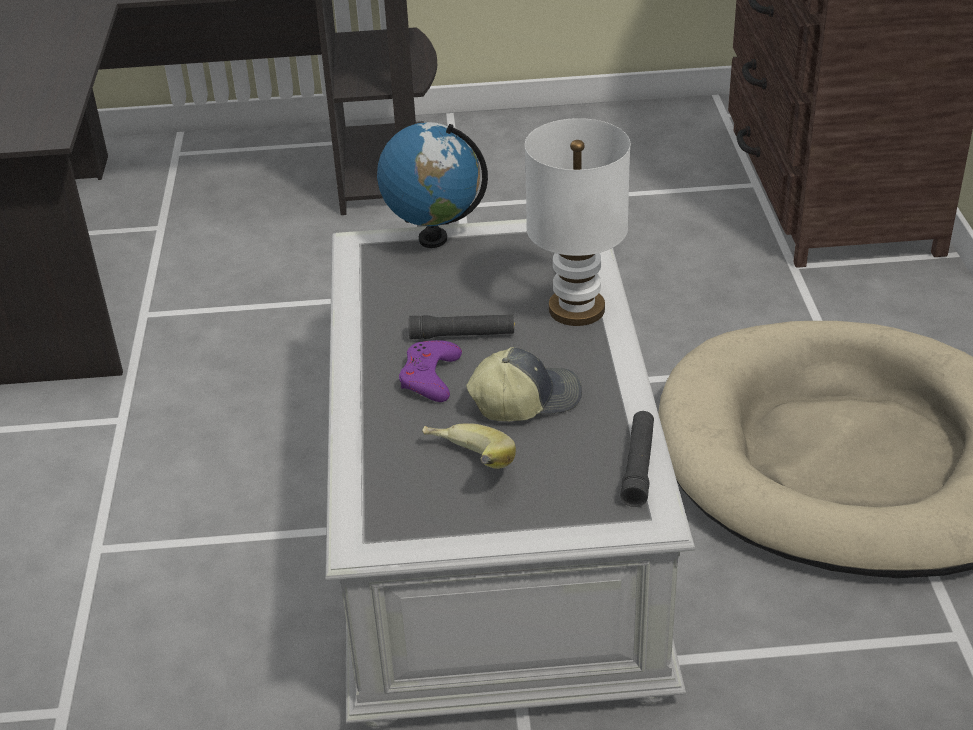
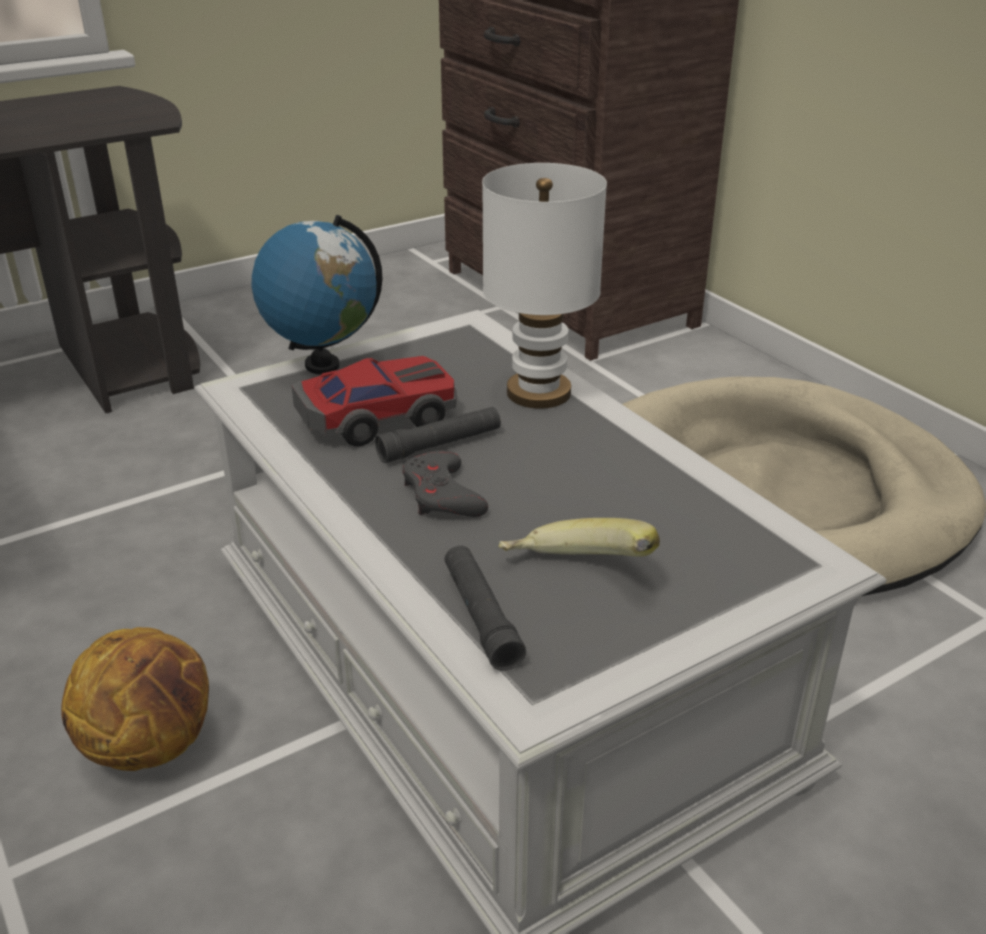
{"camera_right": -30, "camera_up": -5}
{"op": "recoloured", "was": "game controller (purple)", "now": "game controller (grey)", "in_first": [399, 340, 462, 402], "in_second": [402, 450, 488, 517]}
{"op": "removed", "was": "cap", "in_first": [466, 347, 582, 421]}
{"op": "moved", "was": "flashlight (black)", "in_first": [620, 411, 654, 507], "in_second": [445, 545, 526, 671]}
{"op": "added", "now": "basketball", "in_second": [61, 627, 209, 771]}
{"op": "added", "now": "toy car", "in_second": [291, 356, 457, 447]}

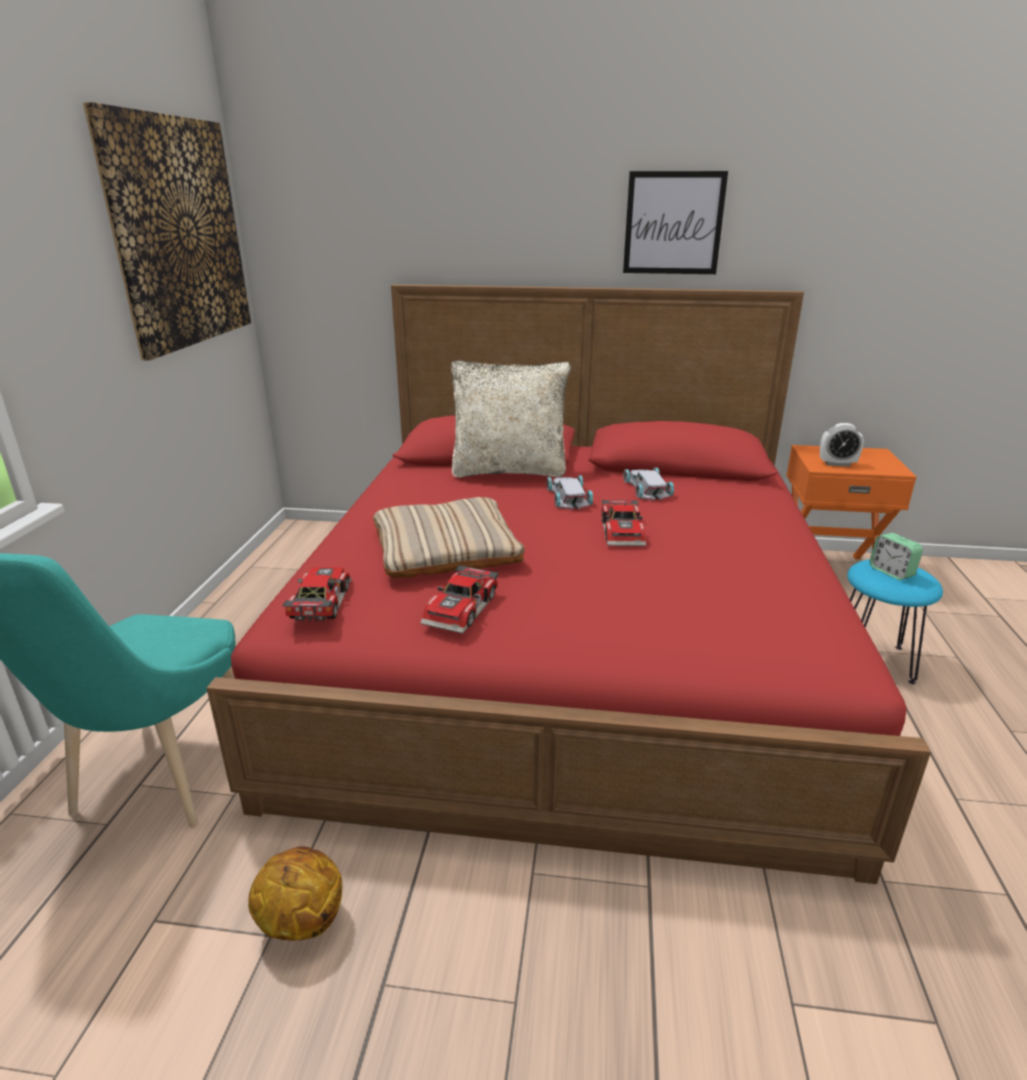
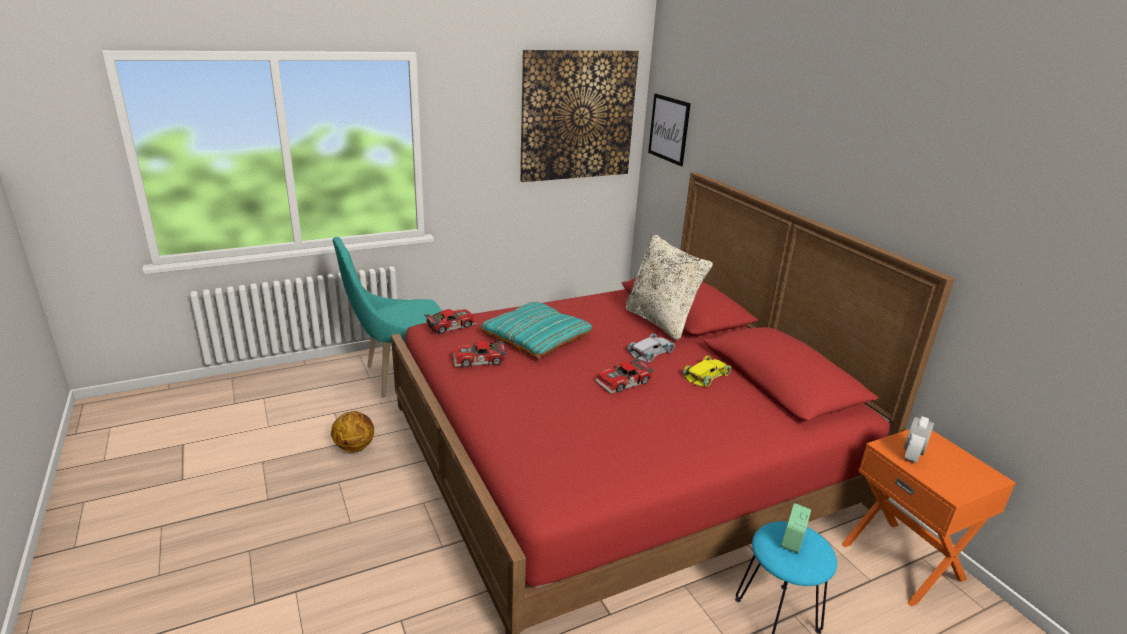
{"camera_right": 55, "camera_up": 0}
{"op": "recoloured", "was": "pillow (beige)", "now": "pillow (turquoise)", "in_first": [373, 497, 525, 579], "in_second": [481, 302, 593, 360]}
{"op": "moved", "was": "picture", "in_first": [623, 171, 728, 274], "in_second": [648, 93, 691, 166]}
{"op": "recoloured", "was": "toy car (white)", "now": "toy car (yellow)", "in_first": [623, 468, 674, 500], "in_second": [683, 355, 731, 387]}
{"op": "turned", "was": "alarm clock", "in_first": [820, 423, 864, 466], "in_second": [904, 416, 934, 463], "clockwise": -120}

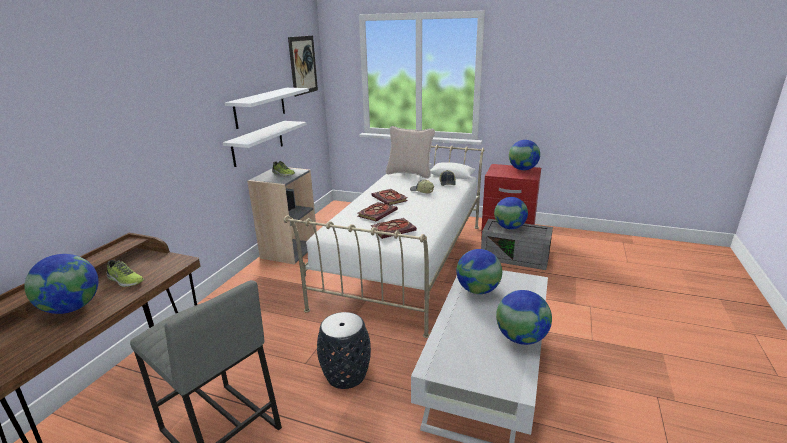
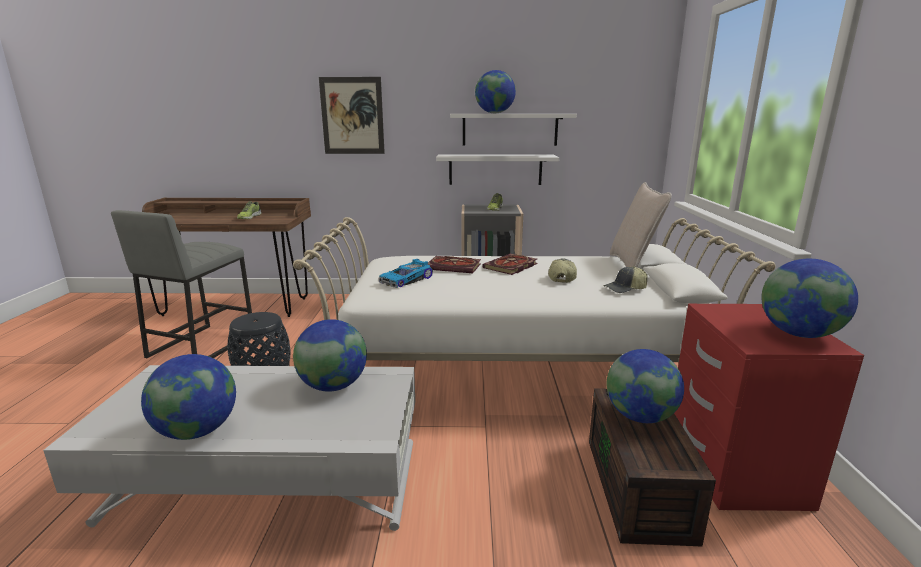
{"camera_right": 70, "camera_up": -5}
{"op": "moved", "was": "globe", "in_first": [24, 254, 98, 314], "in_second": [475, 70, 516, 113]}
{"op": "moved", "was": "picture", "in_first": [288, 36, 318, 97], "in_second": [319, 77, 385, 154]}
{"op": "replaced", "was": "book", "now": "toy car", "in_first": [371, 218, 417, 239], "in_second": [379, 259, 433, 288]}
{"op": "recoloured", "was": "storage box (grey)", "now": "storage box (brown)", "in_first": [481, 219, 553, 270], "in_second": [589, 388, 716, 546]}

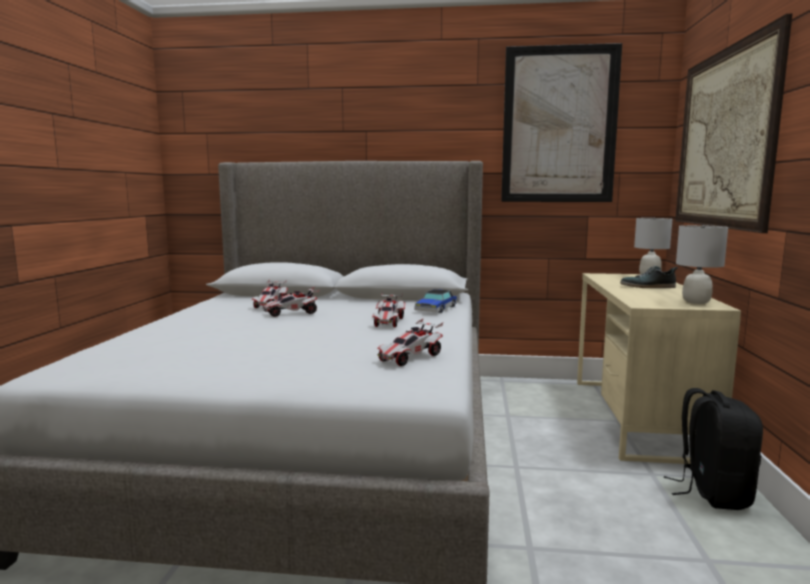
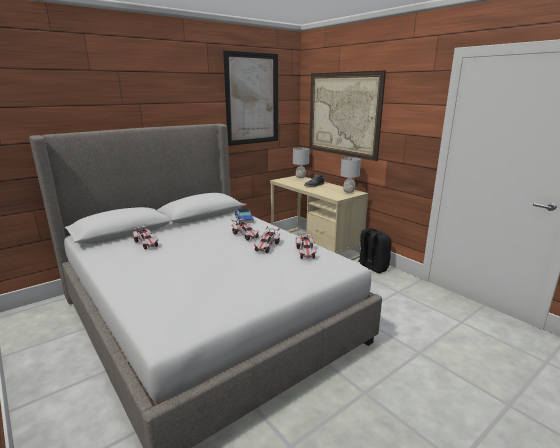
{"camera_right": -45, "camera_up": 10}
{"op": "moved", "was": "toy car", "in_first": [263, 287, 320, 317], "in_second": [254, 226, 280, 253]}

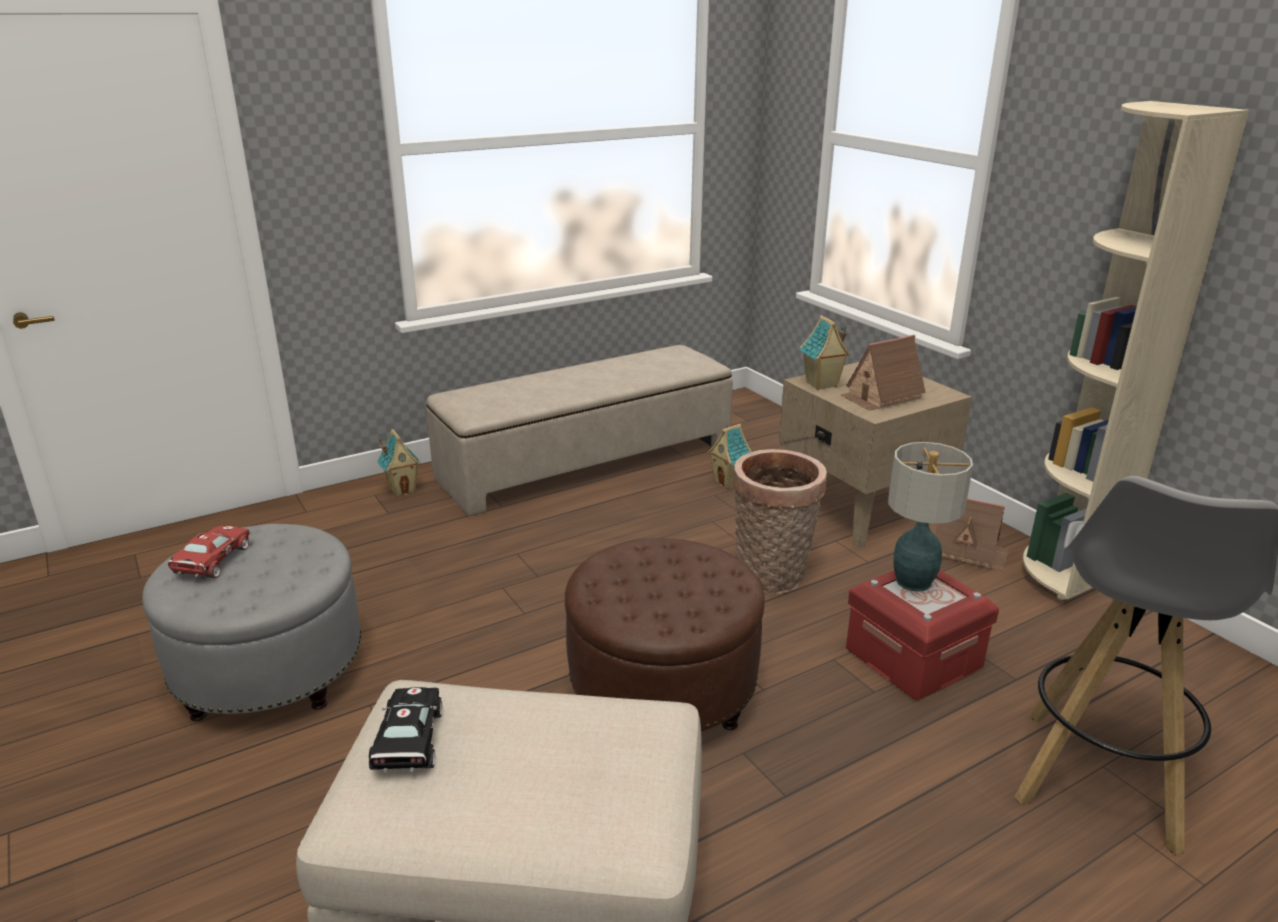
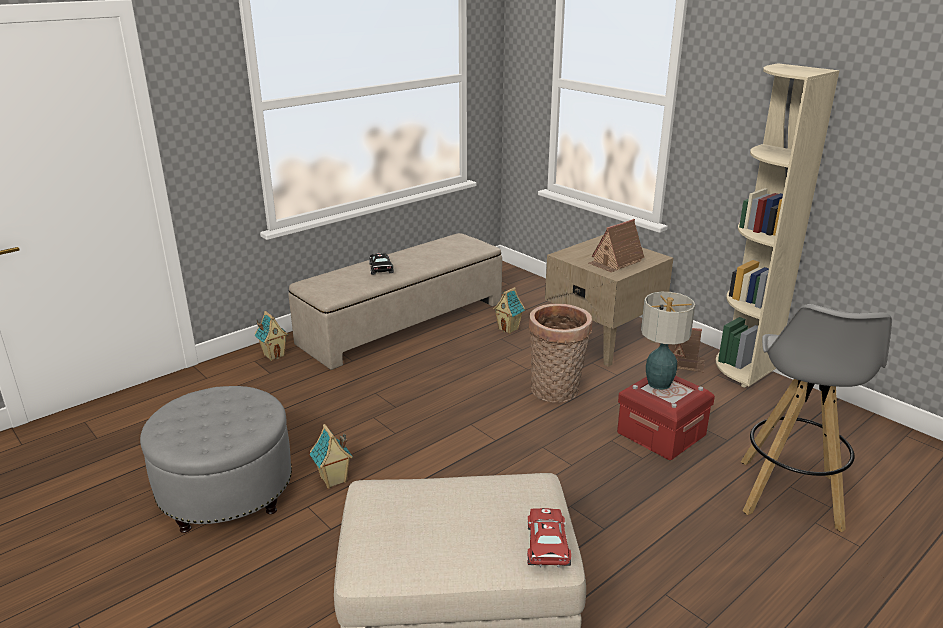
{"camera_right": -10, "camera_up": 0}
{"op": "moved", "was": "toy car (red)", "in_first": [168, 526, 250, 578], "in_second": [527, 508, 571, 568]}
{"op": "moved", "was": "toy car (black)", "in_first": [369, 687, 442, 773], "in_second": [369, 253, 394, 275]}
{"op": "removed", "was": "ottoman (brown)", "in_first": [565, 538, 765, 732]}
{"op": "moved", "was": "toy house", "in_first": [799, 315, 851, 390], "in_second": [310, 424, 353, 489]}

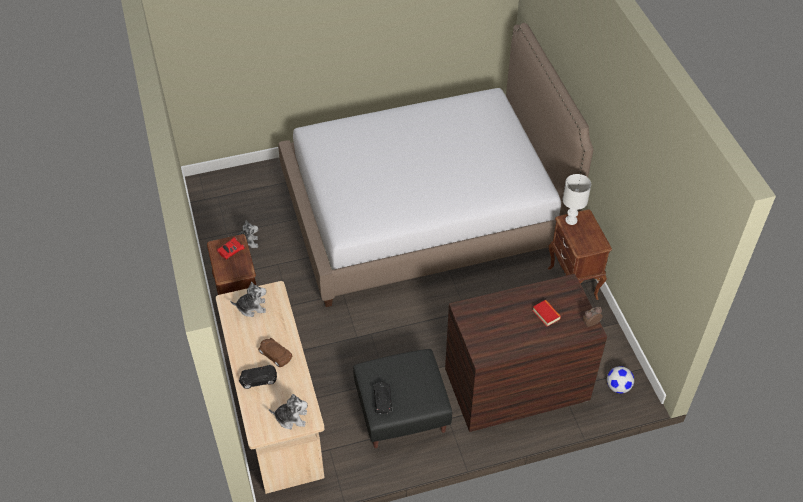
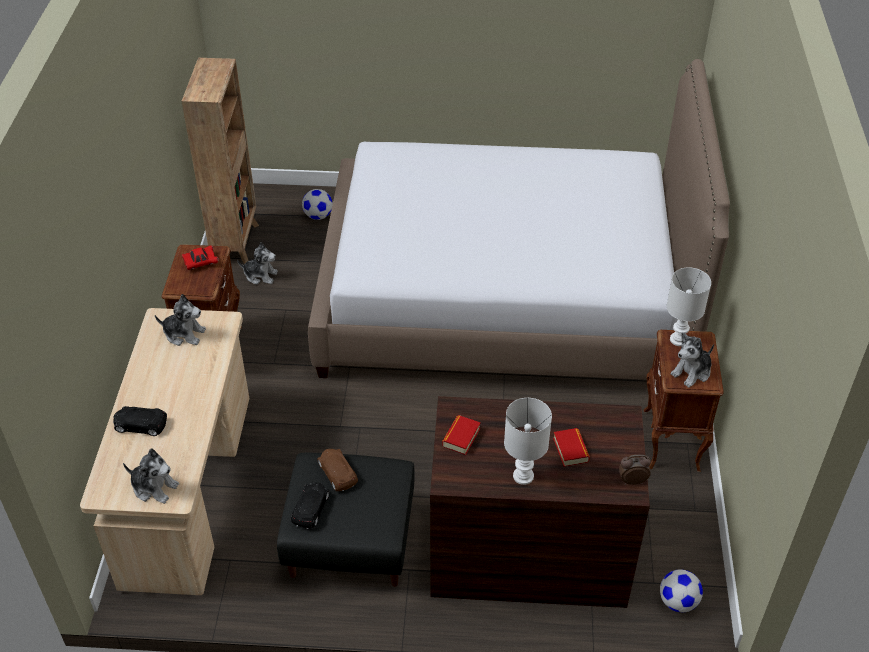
{"camera_right": 20, "camera_up": -5}
{"op": "moved", "was": "toy car (brown)", "in_first": [258, 338, 292, 367], "in_second": [317, 449, 358, 491]}
{"op": "added", "now": "bookcase (brown)", "in_second": [181, 58, 259, 263]}
{"op": "added", "now": "football", "in_second": [302, 189, 333, 220]}
{"op": "added", "now": "book", "in_second": [442, 415, 480, 455]}
{"op": "added", "now": "table lamp (white)", "in_second": [504, 398, 552, 485]}
{"op": "added", "now": "plush toy", "in_second": [671, 332, 714, 388]}

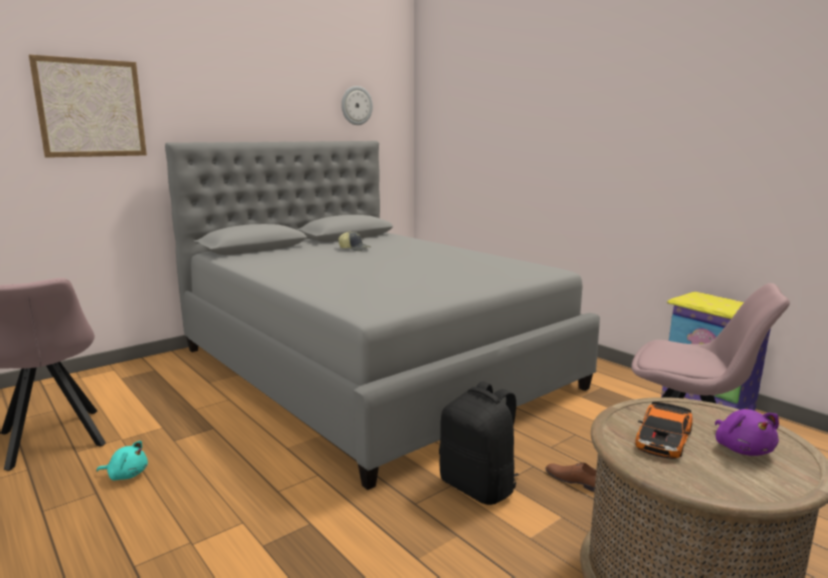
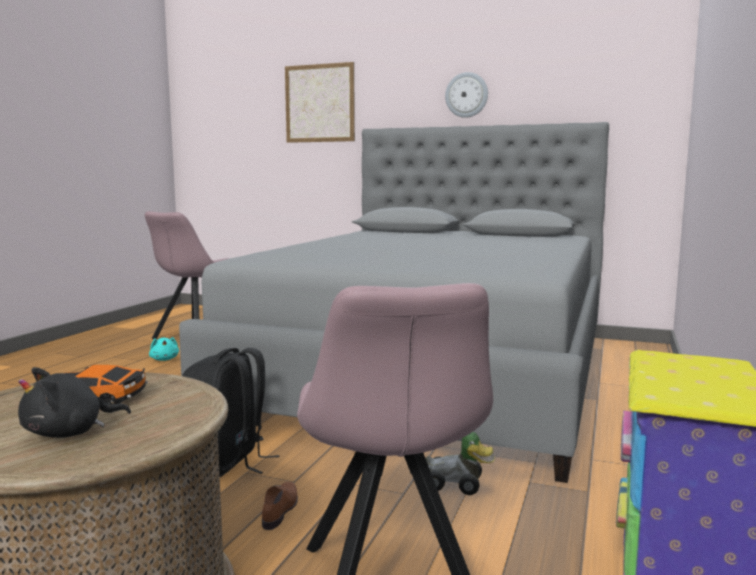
{"camera_right": 60, "camera_up": -5}
{"op": "removed", "was": "cap", "in_first": [338, 231, 371, 251]}
{"op": "moved", "was": "wall clock", "in_first": [341, 86, 373, 125], "in_second": [445, 72, 488, 118]}
{"op": "recoloured", "was": "plush toy (purple)", "now": "plush toy (black)", "in_first": [715, 409, 779, 456], "in_second": [18, 367, 131, 438]}
{"op": "added", "now": "toy car", "in_second": [426, 432, 495, 495]}

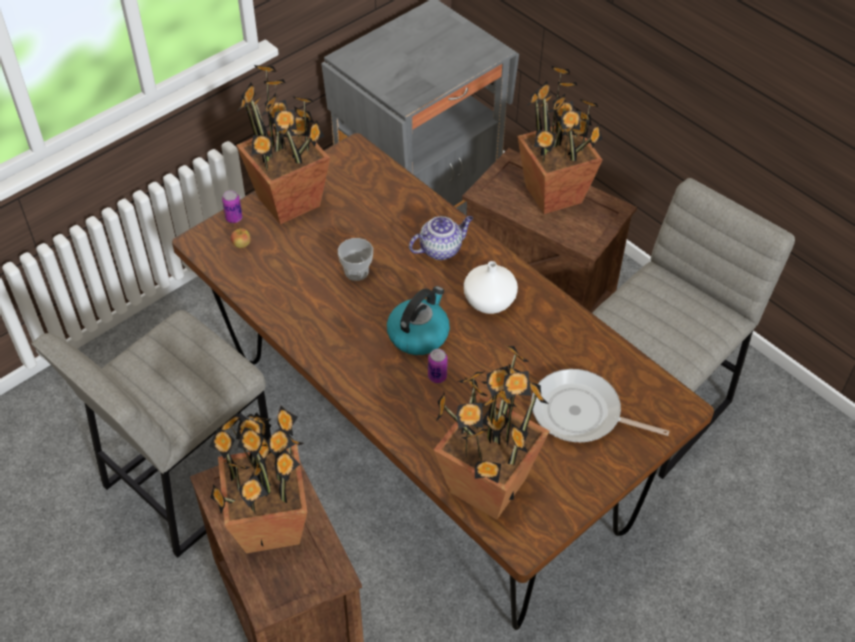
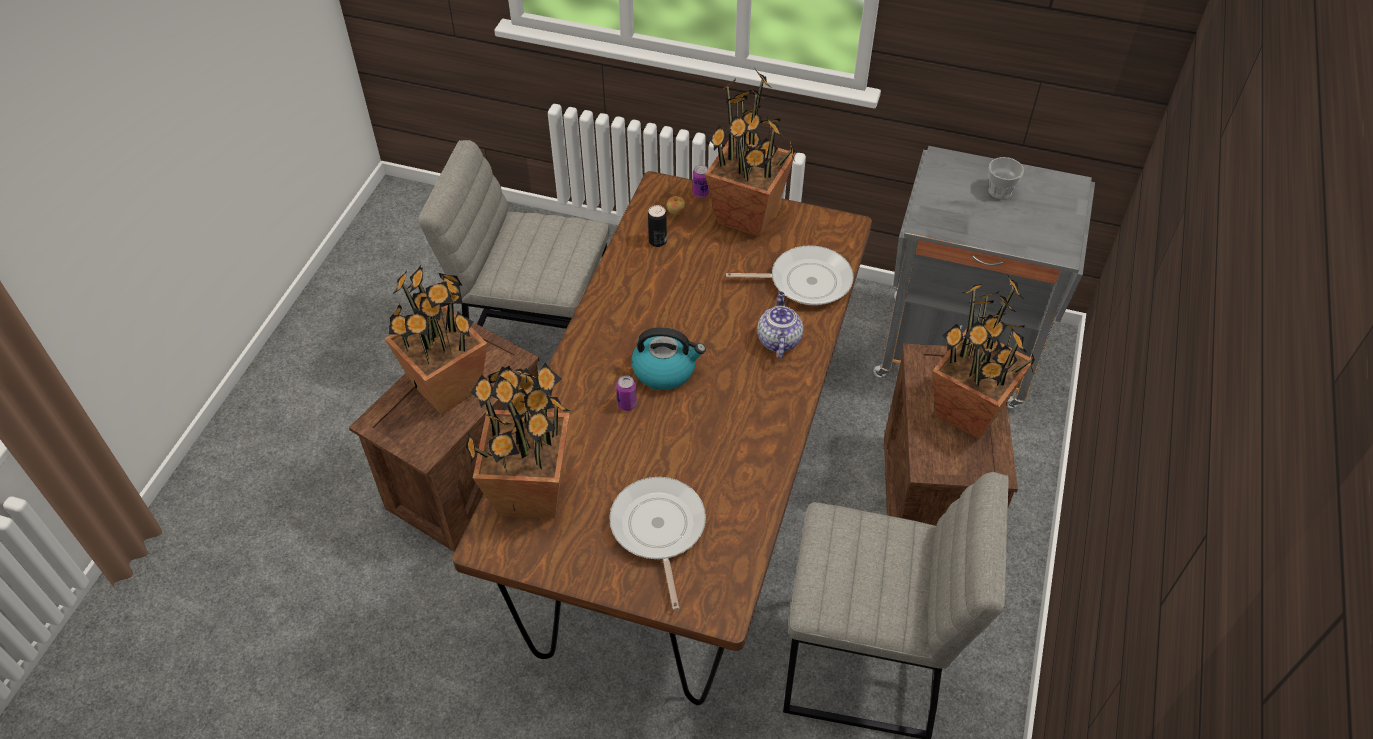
{"camera_right": 60, "camera_up": 0}
{"op": "moved", "was": "cup", "in_first": [338, 238, 373, 281], "in_second": [988, 157, 1024, 199]}
{"op": "turned", "was": "teapot", "in_first": [409, 216, 473, 260], "in_second": [757, 291, 804, 359], "clockwise": -120}
{"op": "removed", "was": "vase (white)", "in_first": [464, 261, 518, 314]}
{"op": "added", "now": "can", "in_second": [648, 205, 667, 247]}
{"op": "added", "now": "frying pan", "in_second": [726, 245, 854, 305]}

